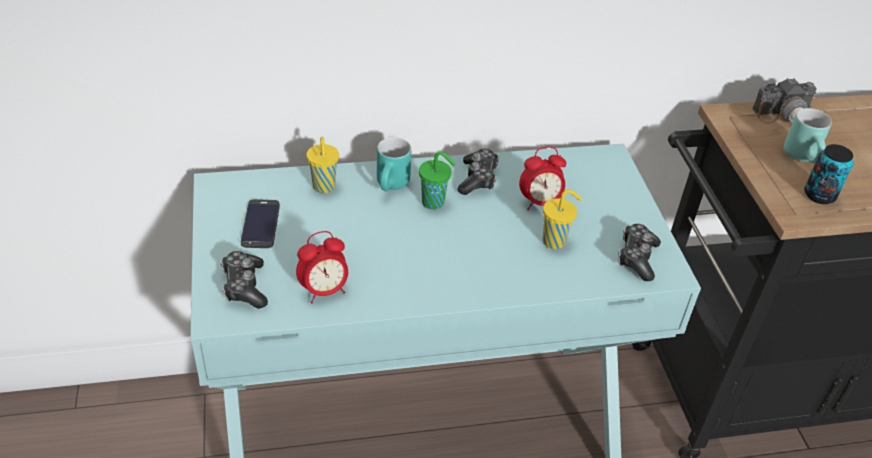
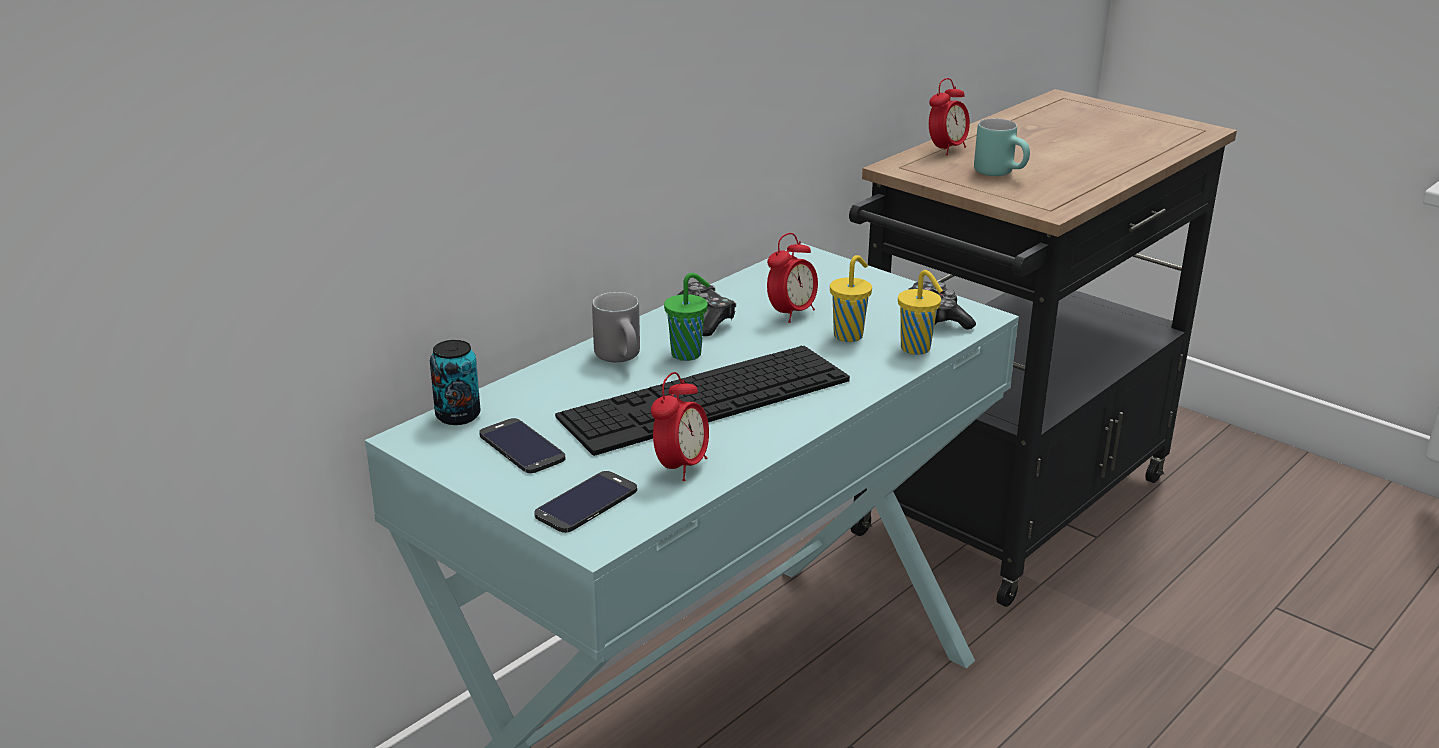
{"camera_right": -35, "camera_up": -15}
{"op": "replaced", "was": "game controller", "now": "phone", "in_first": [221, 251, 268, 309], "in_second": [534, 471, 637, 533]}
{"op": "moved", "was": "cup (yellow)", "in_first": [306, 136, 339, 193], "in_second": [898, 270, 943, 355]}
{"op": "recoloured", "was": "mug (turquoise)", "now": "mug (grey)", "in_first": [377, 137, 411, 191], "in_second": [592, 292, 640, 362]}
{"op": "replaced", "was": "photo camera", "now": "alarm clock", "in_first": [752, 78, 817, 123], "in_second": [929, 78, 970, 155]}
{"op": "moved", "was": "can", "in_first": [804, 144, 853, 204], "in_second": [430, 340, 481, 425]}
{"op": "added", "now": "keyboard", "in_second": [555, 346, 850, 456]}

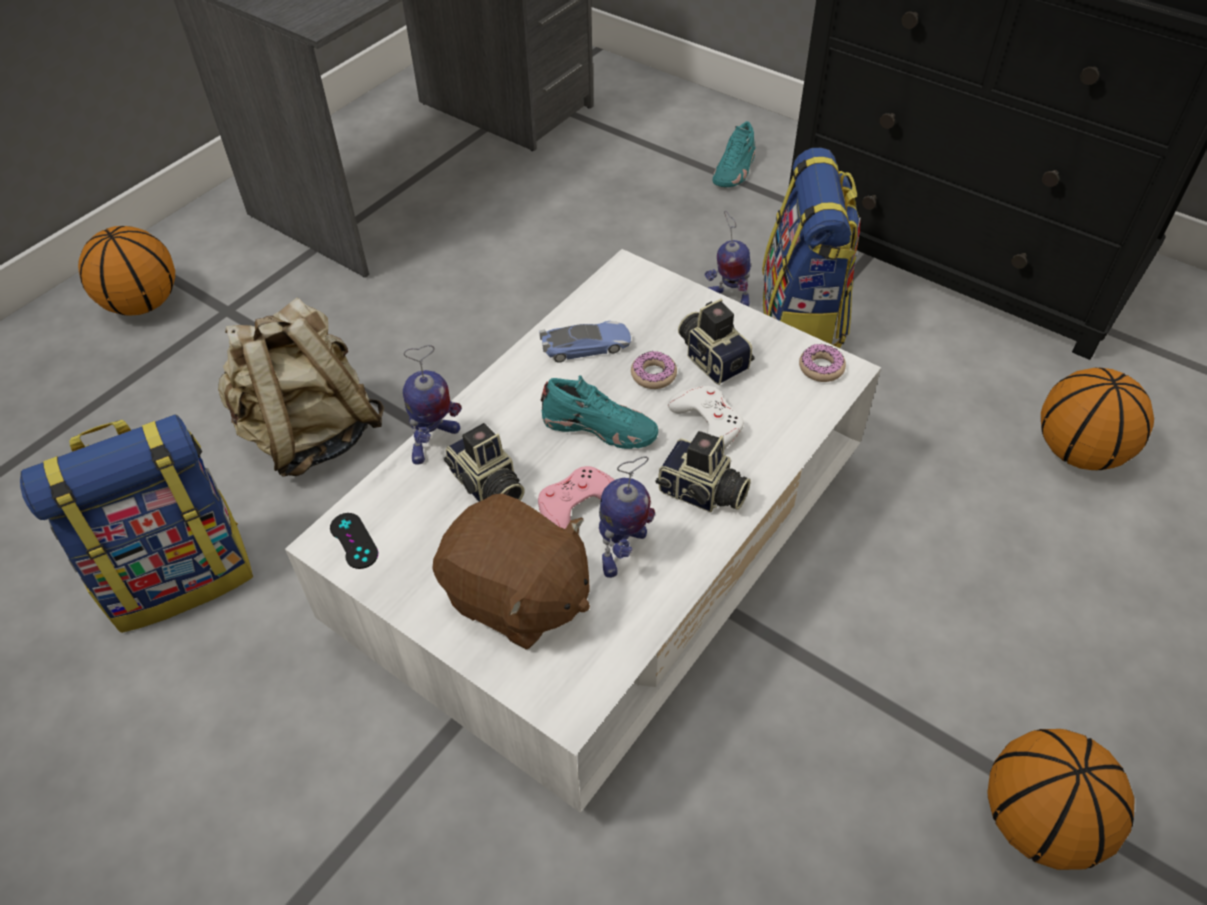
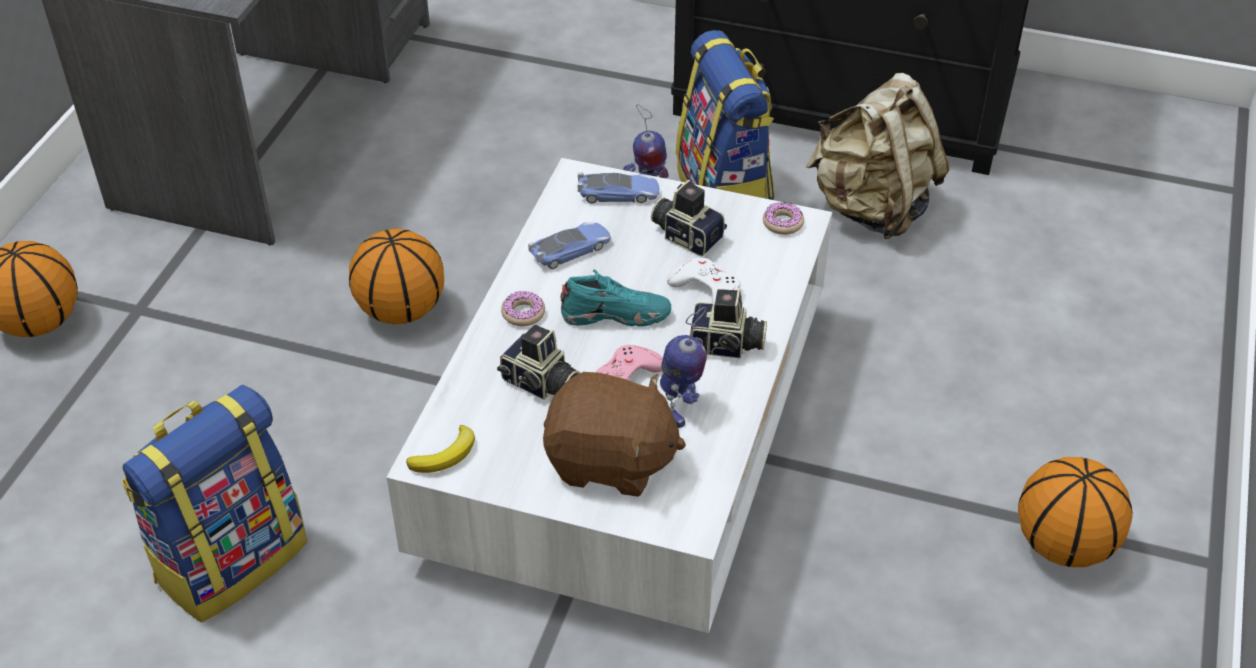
{"camera_right": -20, "camera_up": -5}
{"op": "moved", "was": "backpack (beige)", "in_first": [218, 298, 385, 477], "in_second": [806, 73, 949, 240]}
{"op": "replaced", "was": "game controller (black)", "now": "banana", "in_first": [330, 513, 378, 569], "in_second": [406, 425, 475, 473]}
{"op": "removed", "was": "toy robot", "in_first": [403, 345, 462, 465]}
{"op": "moved", "was": "donut", "in_first": [631, 351, 677, 389], "in_second": [501, 291, 545, 326]}
{"op": "removed", "was": "shoe (turquoise)", "in_first": [712, 121, 756, 187]}
{"op": "moved", "was": "basketball", "in_first": [1041, 367, 1154, 470], "in_second": [349, 228, 444, 324]}
{"op": "added", "now": "toy car", "in_second": [578, 172, 659, 204]}

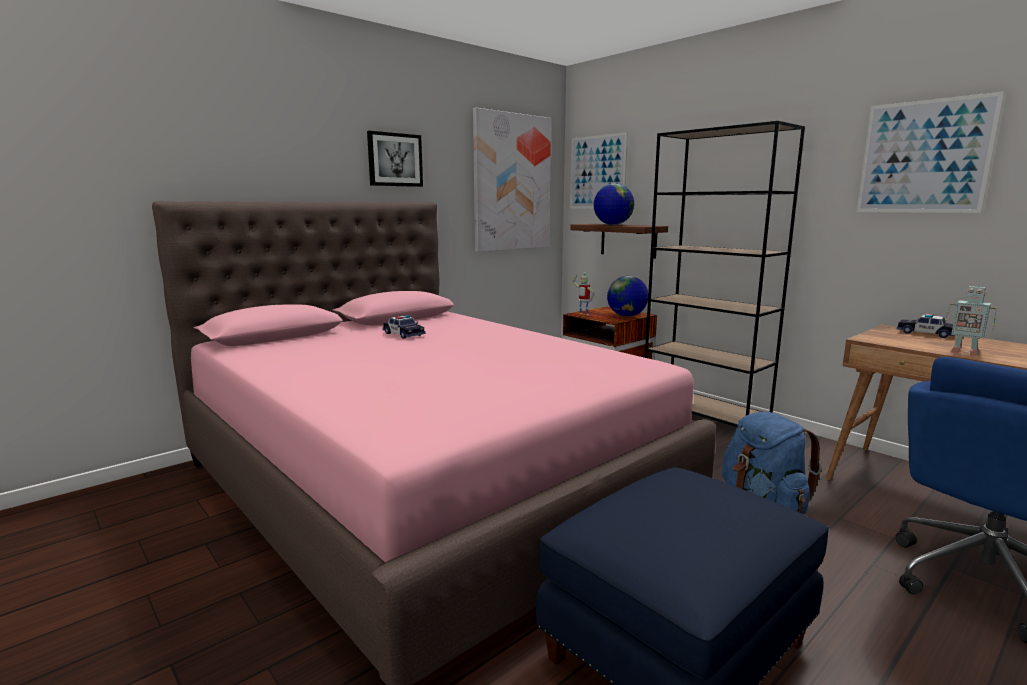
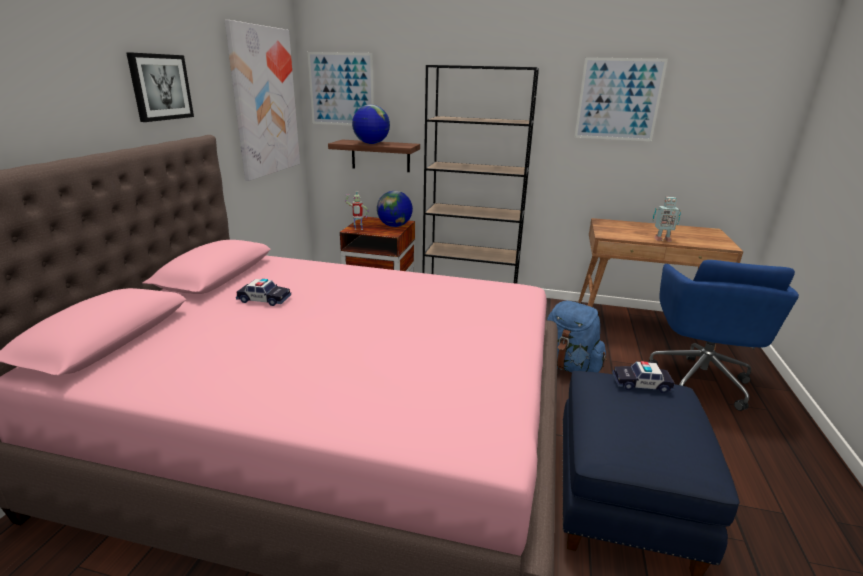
{"camera_right": -35, "camera_up": 10}
{"op": "moved", "was": "toy car", "in_first": [897, 313, 955, 338], "in_second": [612, 361, 675, 393]}

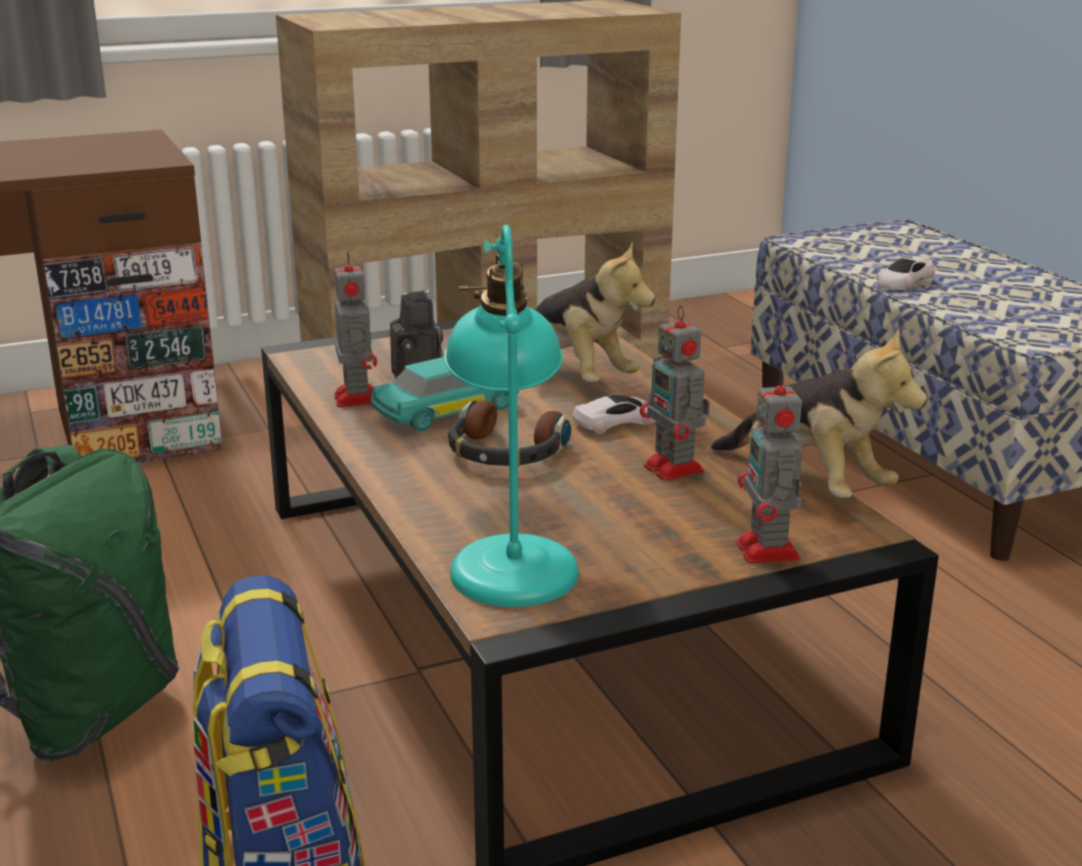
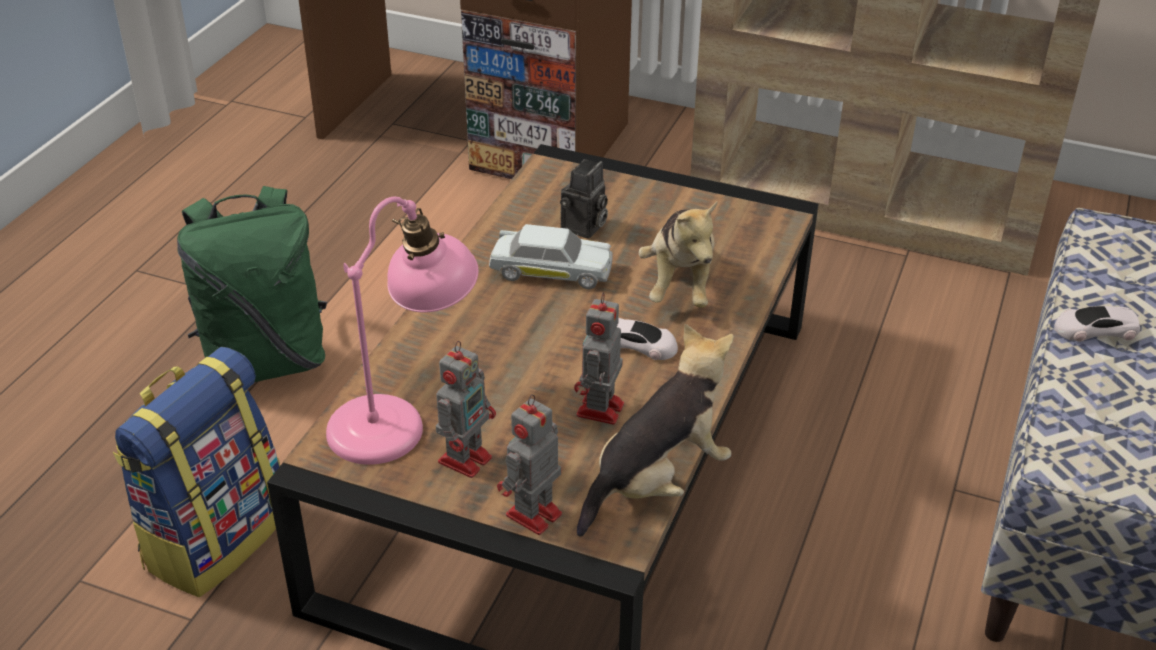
{"camera_right": 45, "camera_up": 15}
{"op": "moved", "was": "toy robot", "in_first": [334, 251, 377, 407], "in_second": [436, 341, 496, 478]}
{"op": "recoloured", "was": "toy car (turquoise)", "now": "toy car (white)", "in_first": [371, 357, 519, 431], "in_second": [489, 224, 613, 289]}
{"op": "recoloured", "was": "table lamp (turquoise)", "now": "table lamp (pink)", "in_first": [444, 225, 579, 607], "in_second": [326, 196, 479, 465]}
{"op": "removed", "was": "headphones", "in_first": [448, 400, 571, 467]}
{"op": "turned", "was": "plush toy", "in_first": [711, 327, 927, 498], "in_second": [577, 324, 734, 537], "clockwise": -135}

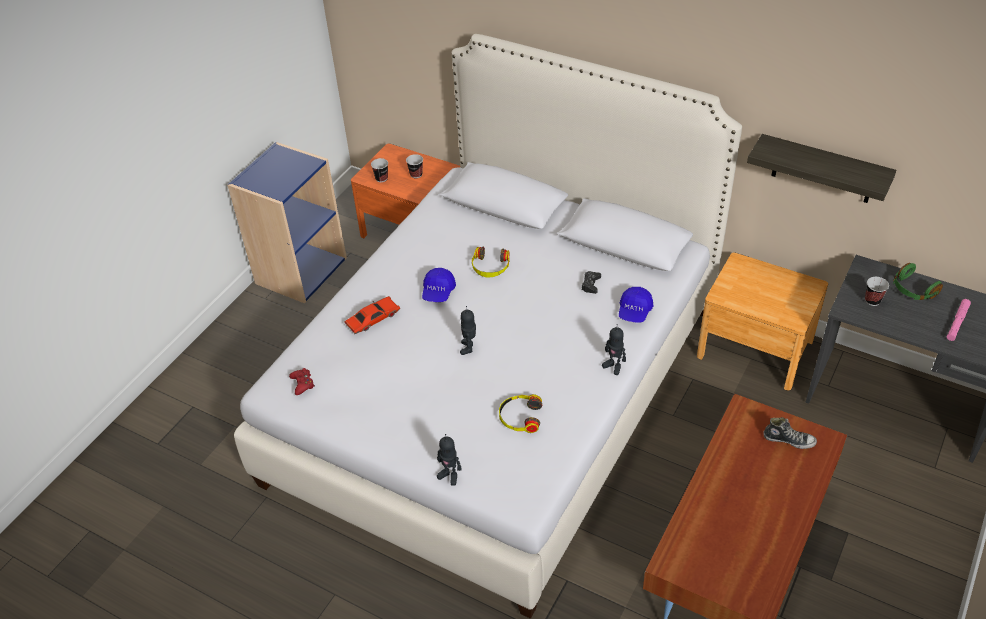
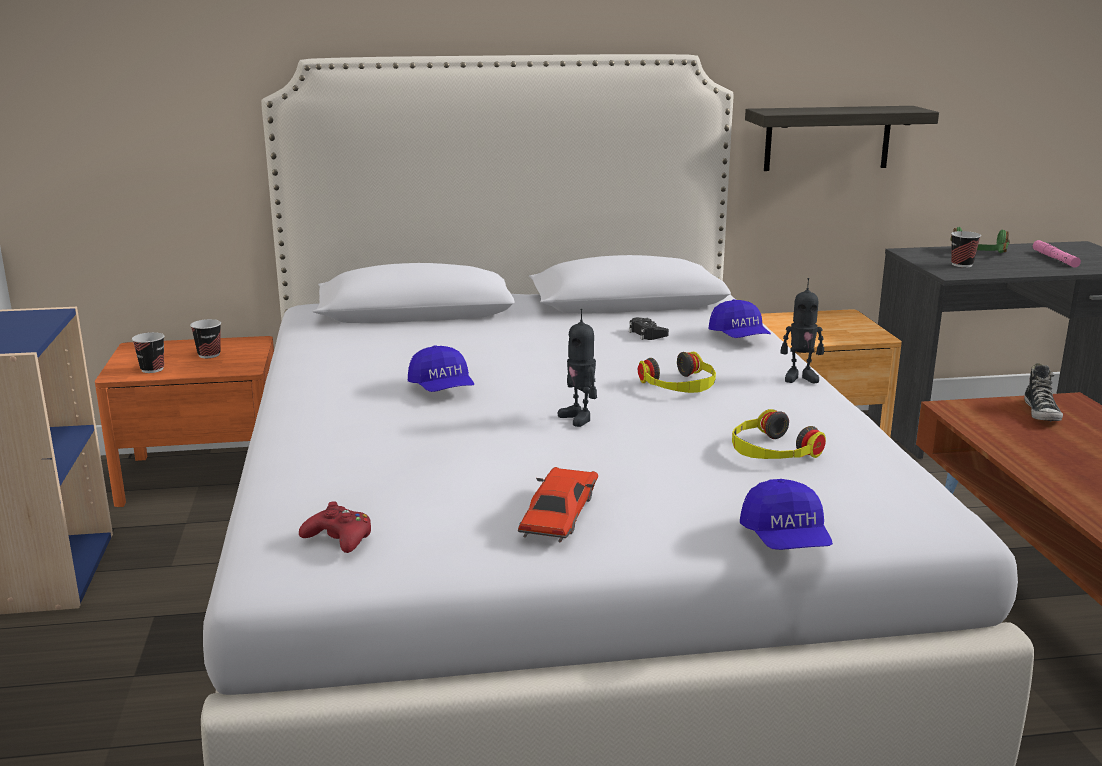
{"camera_right": -40, "camera_up": -25}
{"op": "moved", "was": "toy car (red)", "in_first": [344, 296, 400, 334], "in_second": [518, 467, 598, 542]}
{"op": "replaced", "was": "toy robot", "now": "cap (blue)", "in_first": [437, 434, 462, 486], "in_second": [740, 479, 833, 550]}
{"op": "moved", "was": "headphones", "in_first": [472, 247, 510, 278], "in_second": [638, 352, 716, 393]}
{"op": "turned", "was": "shoe", "in_first": [763, 417, 817, 449], "in_second": [1024, 363, 1063, 422], "clockwise": 120}

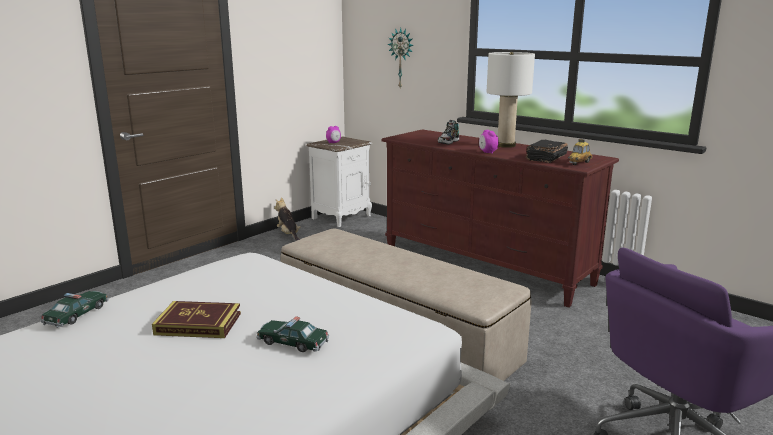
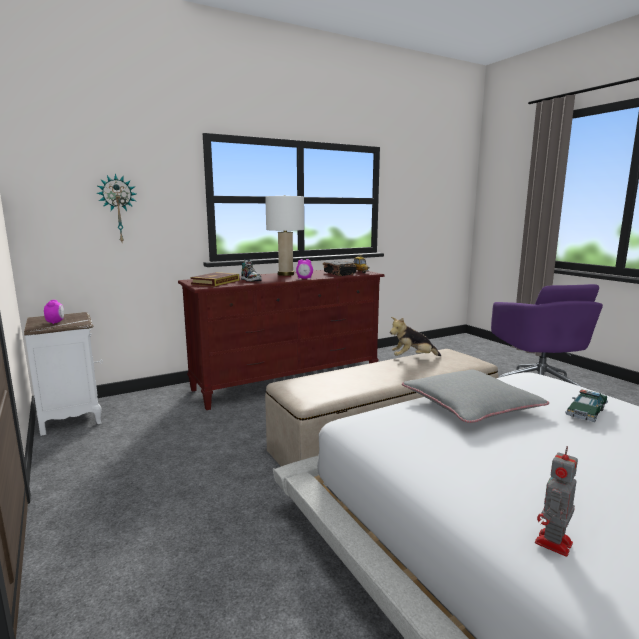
{"camera_right": -70, "camera_up": -5}
{"op": "replaced", "was": "toy car", "now": "toy robot", "in_first": [40, 291, 109, 328], "in_second": [535, 446, 578, 557]}
{"op": "moved", "was": "book", "in_first": [152, 301, 241, 338], "in_second": [190, 272, 239, 286]}
{"op": "moved", "was": "plush toy", "in_first": [274, 197, 301, 241], "in_second": [390, 317, 441, 356]}
{"op": "added", "now": "pillow (grey)", "in_second": [402, 370, 549, 423]}

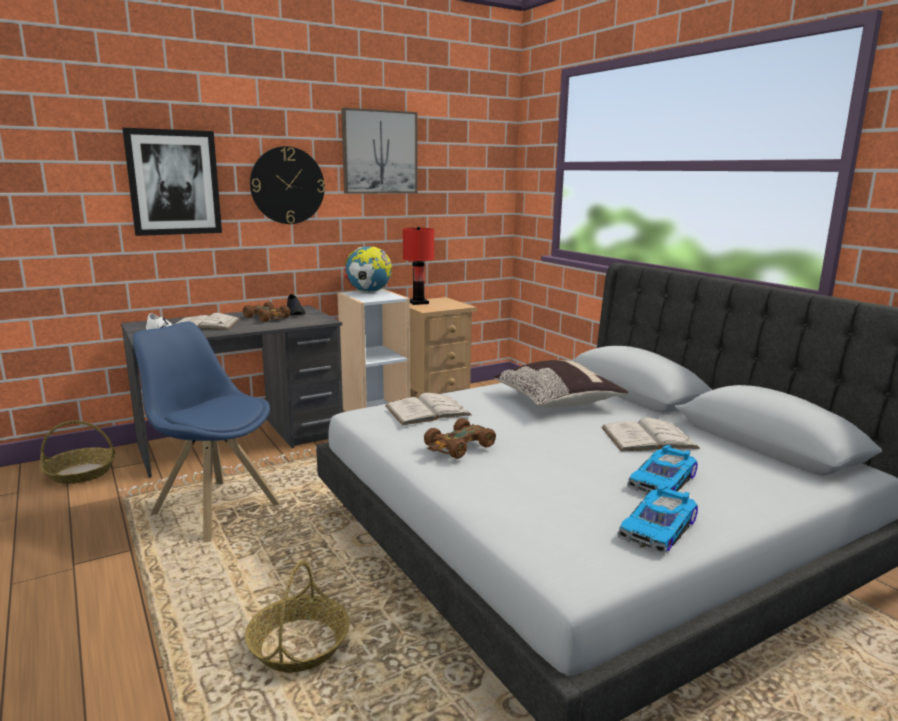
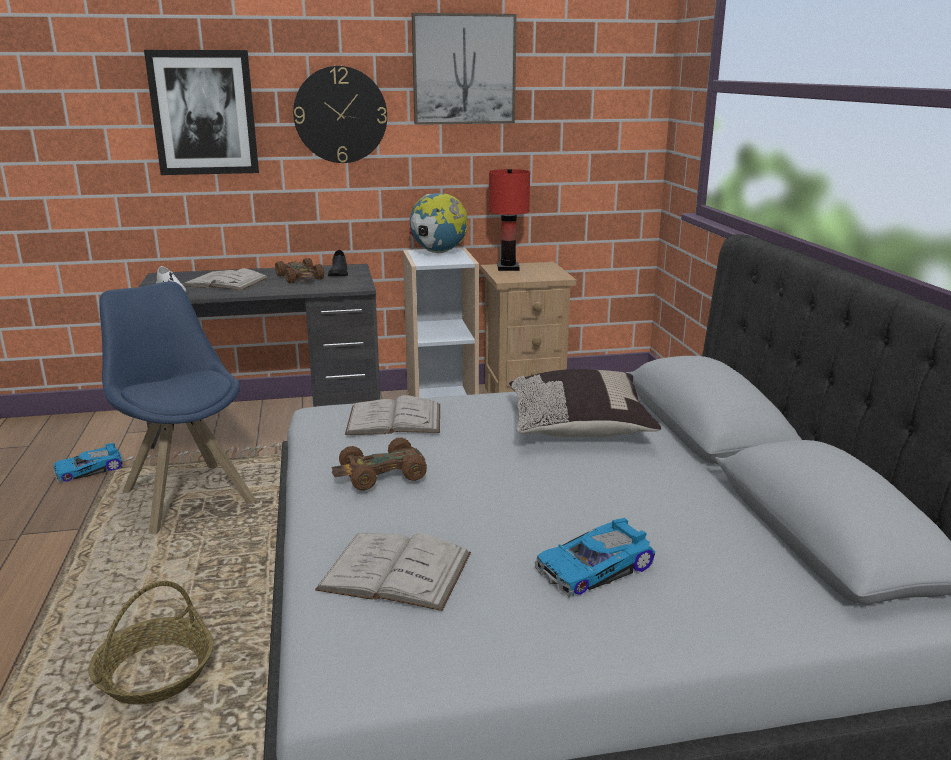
{"camera_right": 20, "camera_up": 5}
{"op": "removed", "was": "basket", "in_first": [40, 420, 116, 484]}
{"op": "moved", "was": "book (white)", "in_first": [601, 418, 700, 451], "in_second": [315, 533, 471, 611]}
{"op": "moved", "was": "toy car", "in_first": [618, 485, 698, 555], "in_second": [53, 443, 123, 483]}

